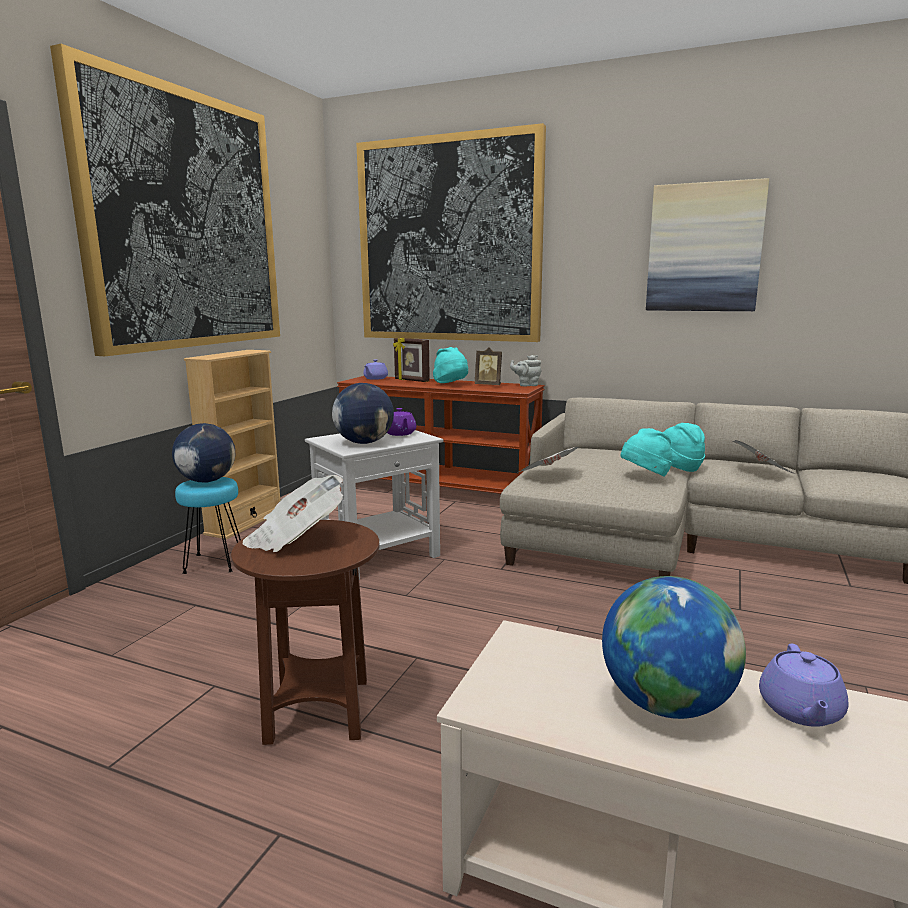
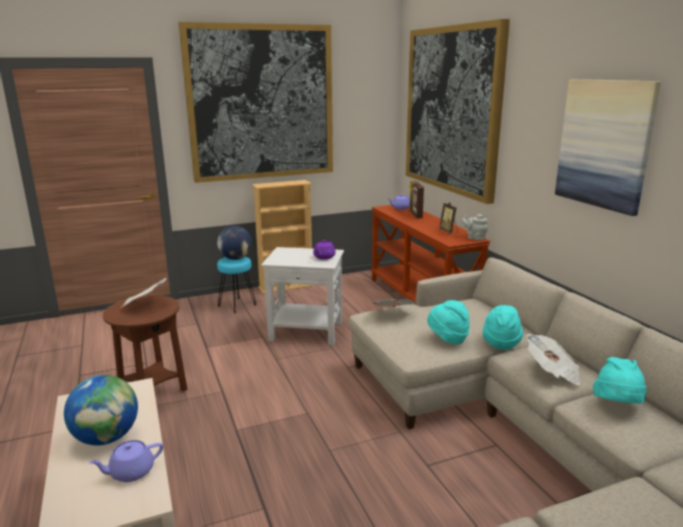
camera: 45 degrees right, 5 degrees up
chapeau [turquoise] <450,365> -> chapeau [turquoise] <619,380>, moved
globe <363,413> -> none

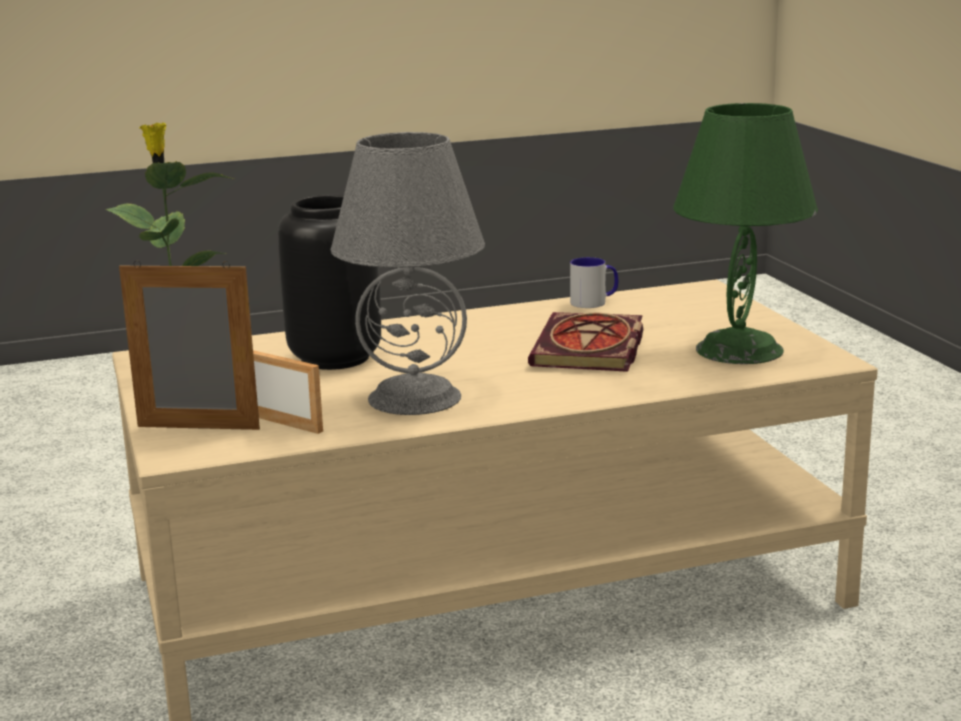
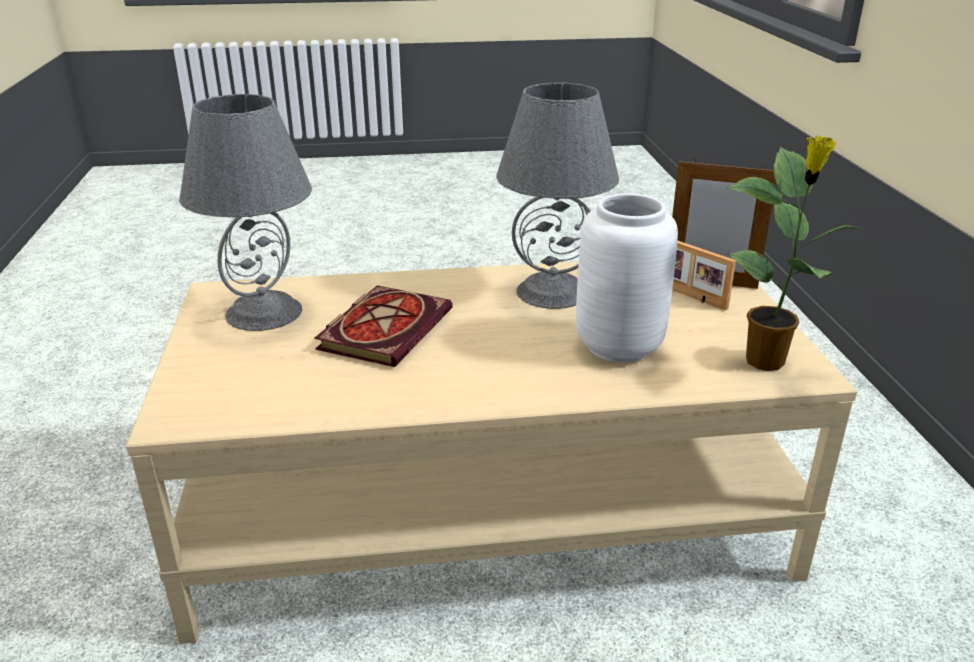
camera: 170 degrees left, 10 degrees up
lampe de table [vert] <745,233> -> lampe de table [gris] <245,212>
vase [noir] <329,282> -> vase [blanc] <627,278>
mug <594,282> -> none

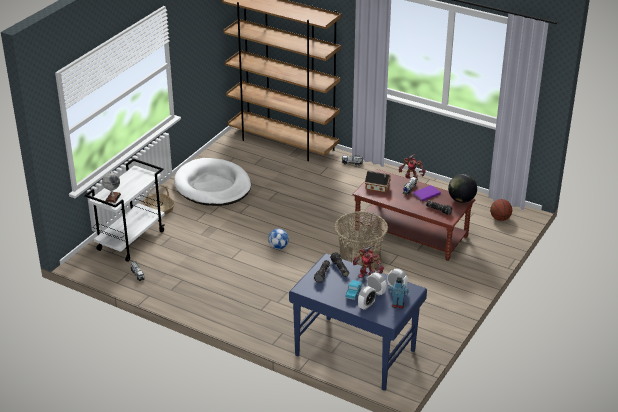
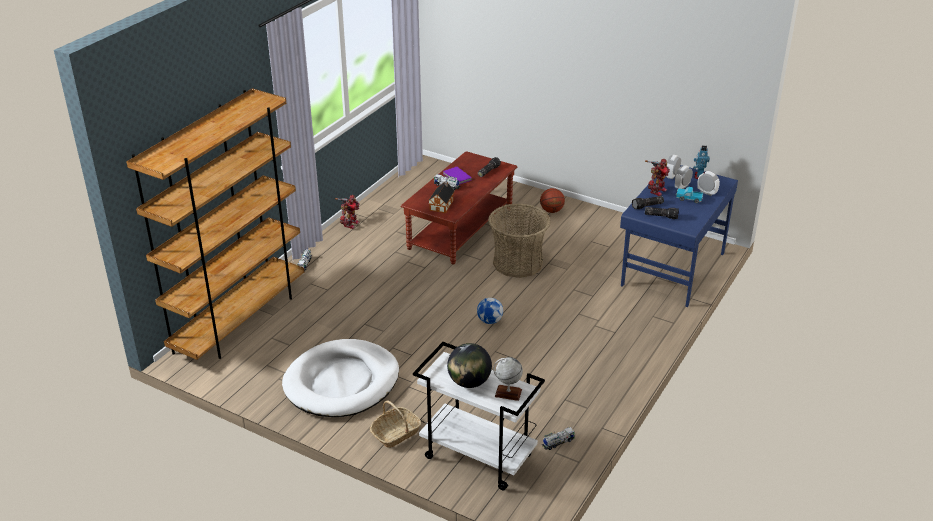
camera: 90 degrees left, 0 degrees up
globe <462,188> -> globe <469,365>, moved
ballon de basket <501,210> -> ballon de basket <552,200>, moved

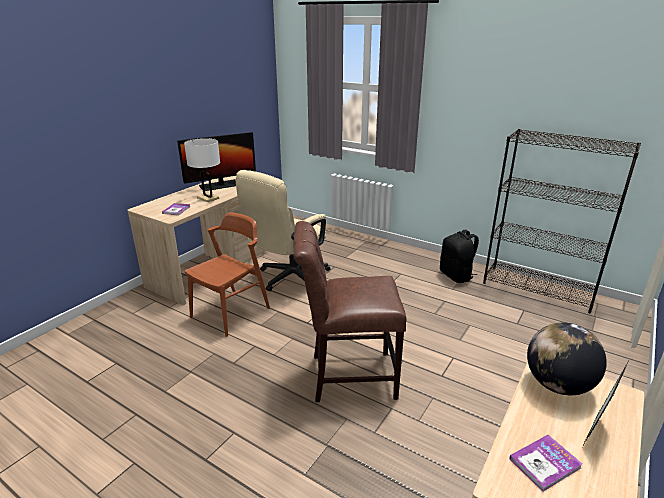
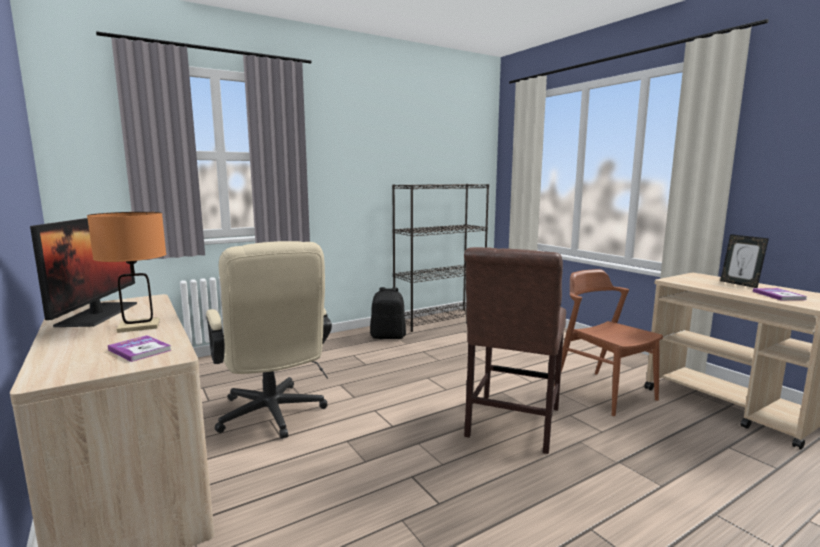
camera: 65 degrees left, 15 degrees down
lampe de table [blanc] <202,170> -> lampe de table [orange] <126,272>
chaise [marron] <227,274> -> chaise [marron] <608,342>, moved
globe <567,359> -> none

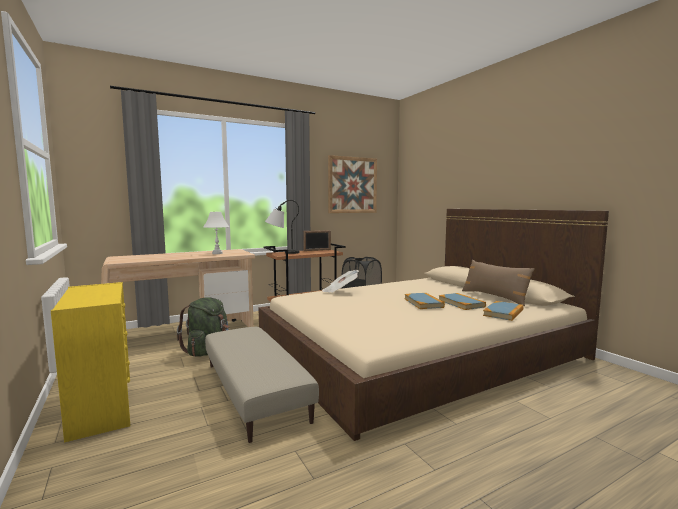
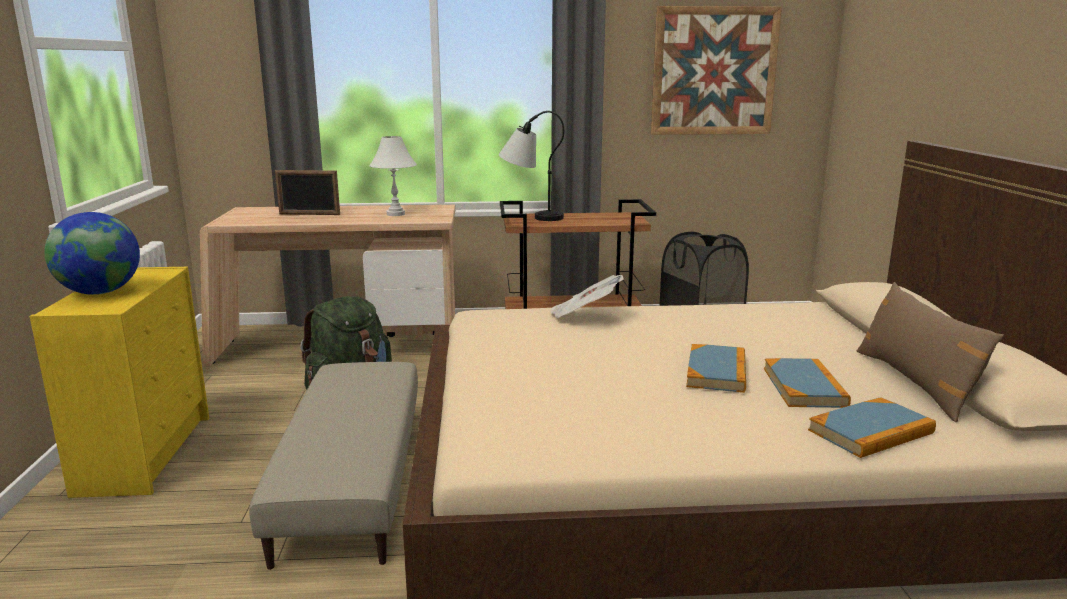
camera: 25 degrees right, 10 degrees up
none -> globe <92,253>
cadre photo <317,240> -> cadre photo <307,192>, moved

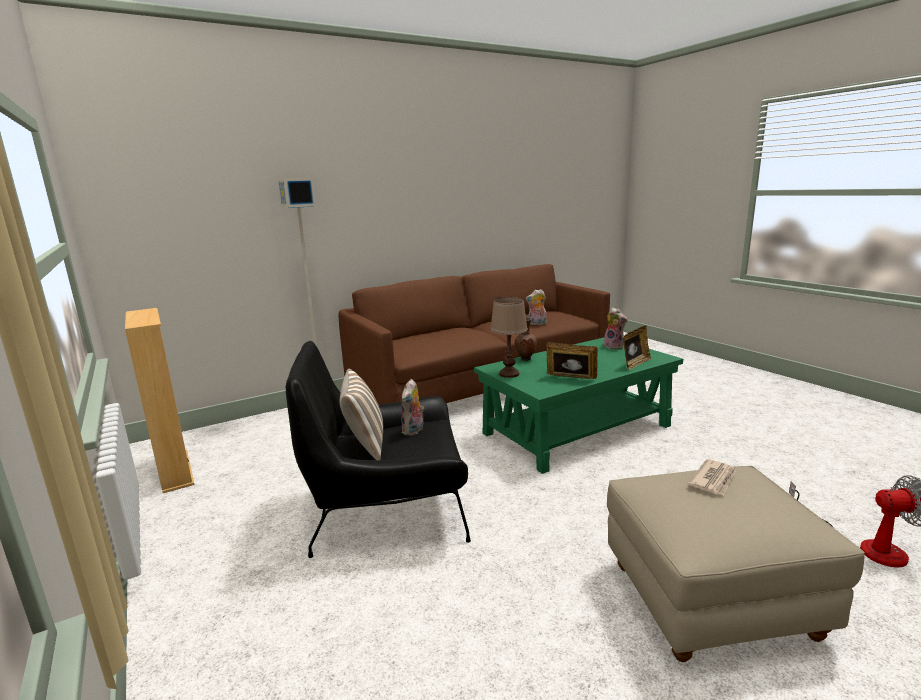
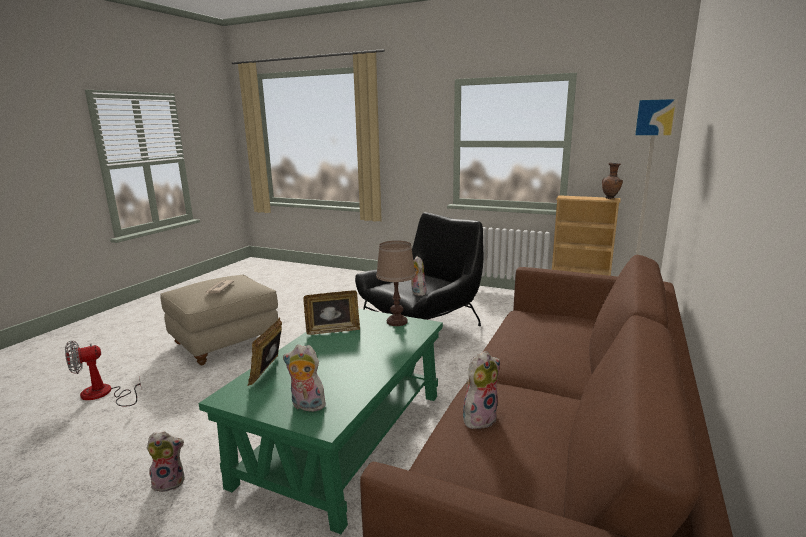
camera: 145 degrees right, 0 degrees up
none -> peluche <166,462>
vase [marron] <526,339> -> vase [marron] <612,181>, moved
coussin <361,414> -> none

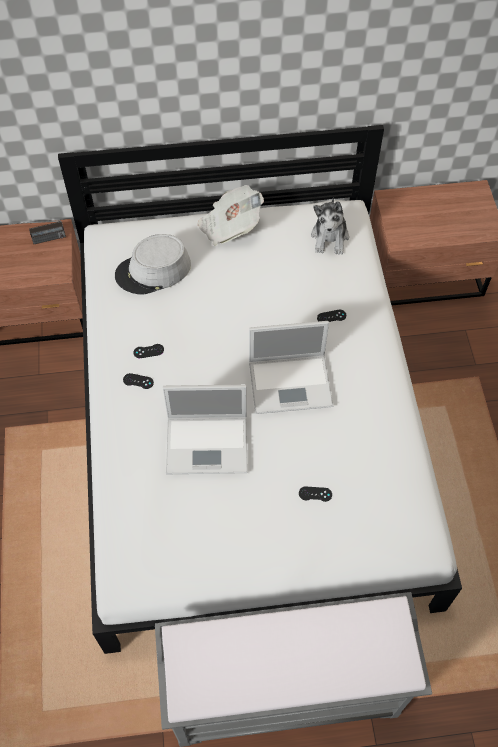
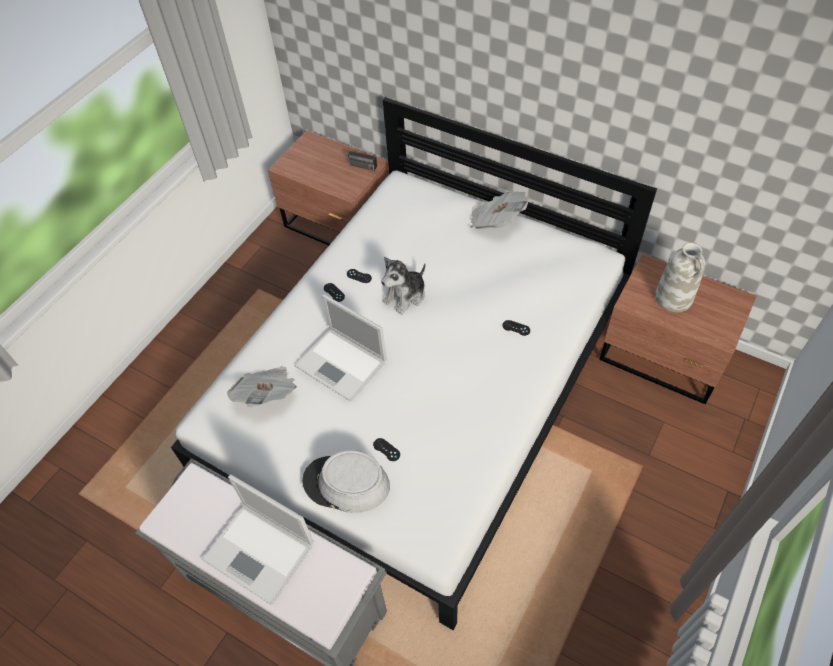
camera: 40 degrees right, 5 degrees down
ordinateur portable <291,367> -> ordinateur portable <258,539>, moved
none -> journal <262,386>
chapeau [gris] <153,264> -> chapeau [gris] <346,481>, moved
peluche <330,226> -> peluche <403,286>, moved
none -> vase [blanc] <680,277>

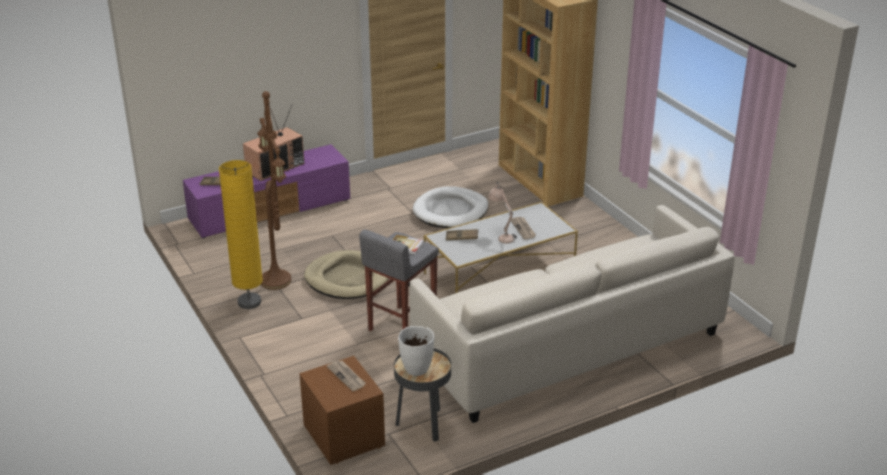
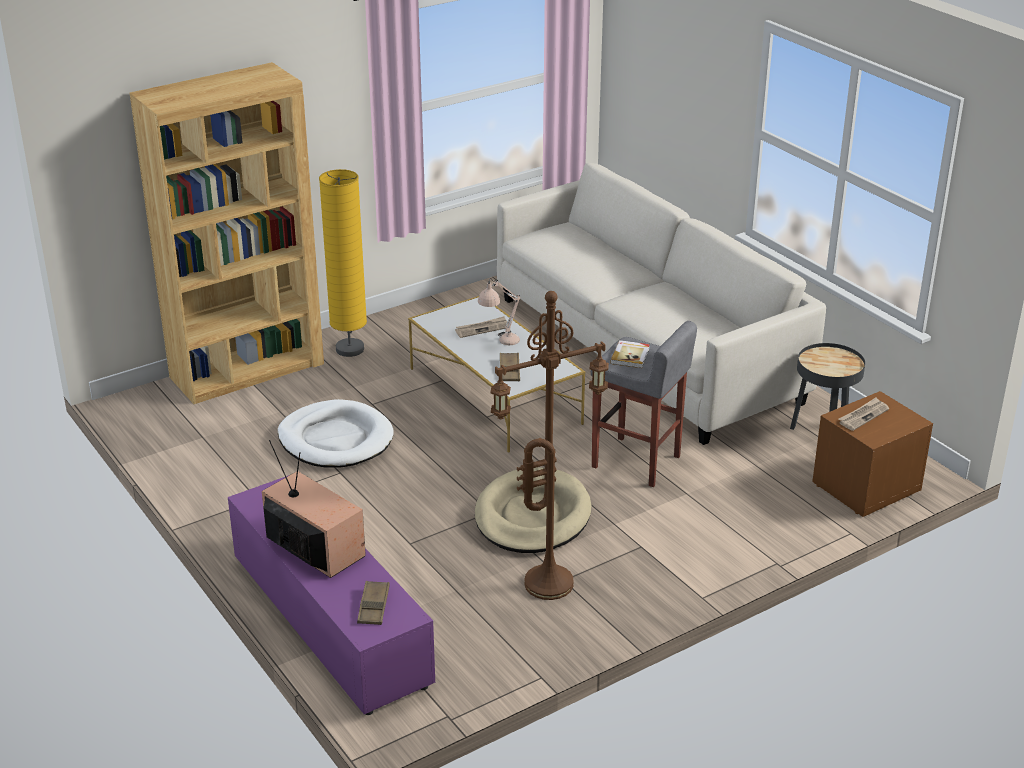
camera: 95 degrees left, 0 degrees up
lampadaire [jaune] <241,234> -> lampadaire [jaune] <343,263>, moved
vase [blanc] <416,351> -> none

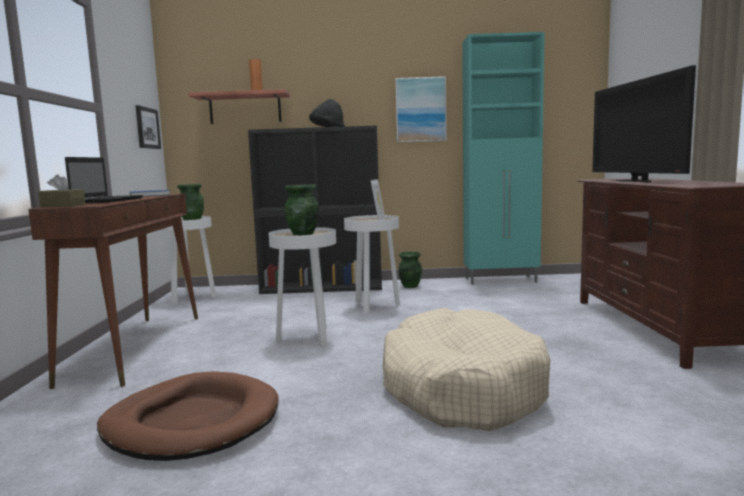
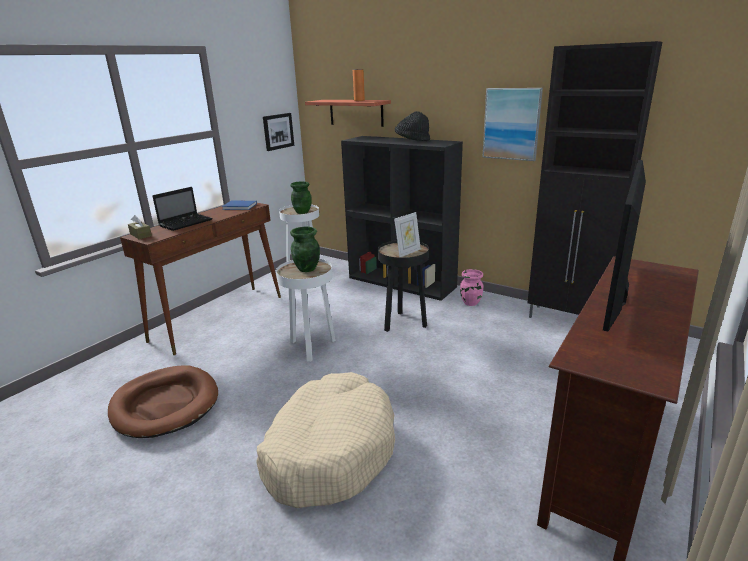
camera: 35 degrees right, 15 degrees up
table d'appoint [blanc] <372,264> -> table d'appoint [noir] <403,286>
vase [vert] <410,269> -> vase [rose] <471,287>
meuble de rangement [turquoise] <503,158> -> meuble de rangement [noir] <594,179>

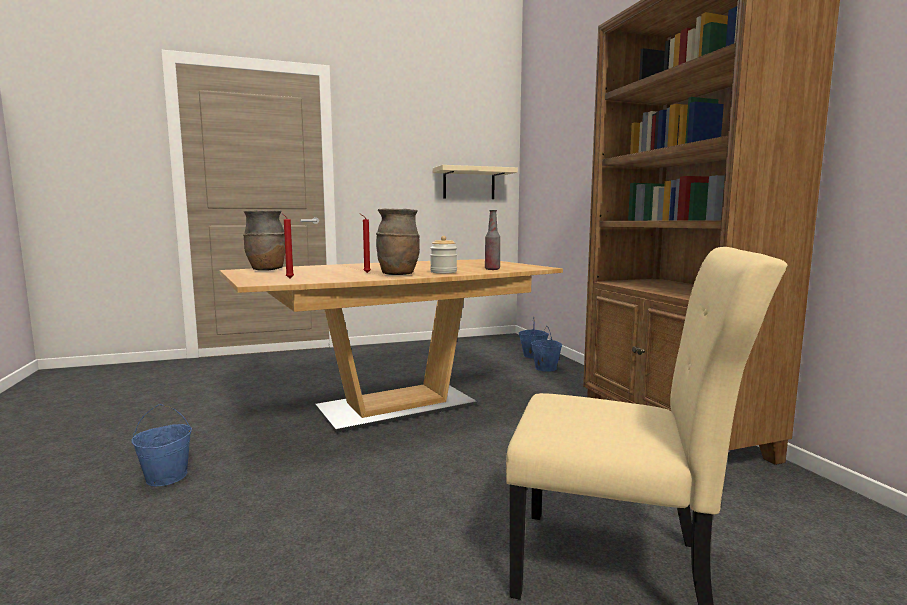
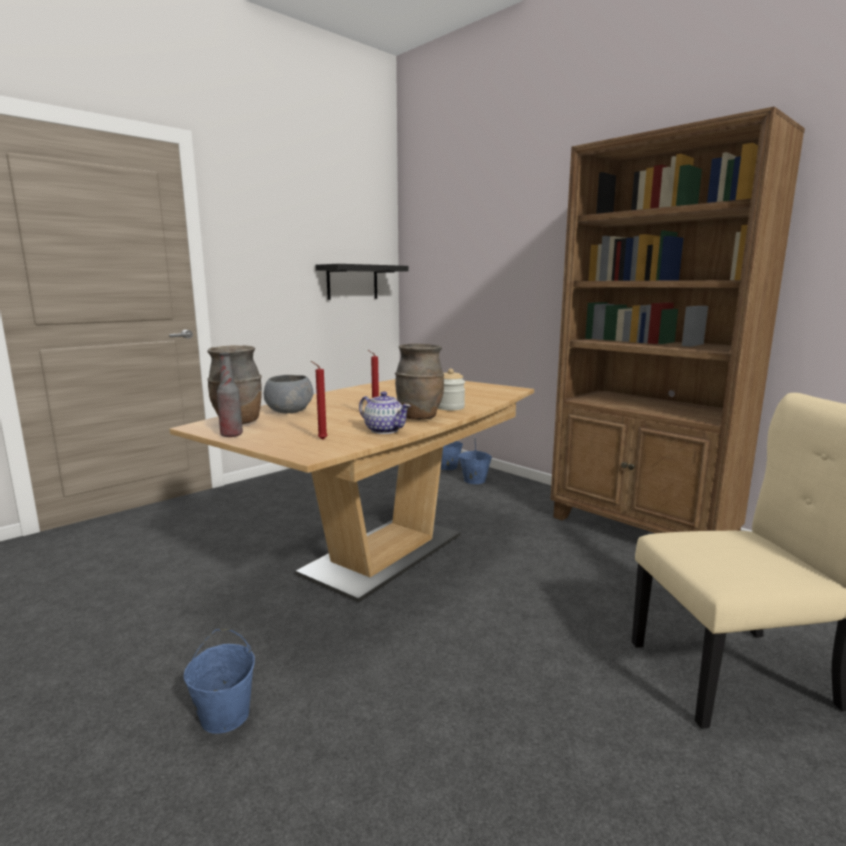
camera: 25 degrees left, 5 degrees up
bouteille <492,240> -> bouteille <230,395>, moved
none -> bol [gris] <289,394>
étagère [beige] <475,182> -> étagère [noir] <361,282>
none -> théière <385,412>

